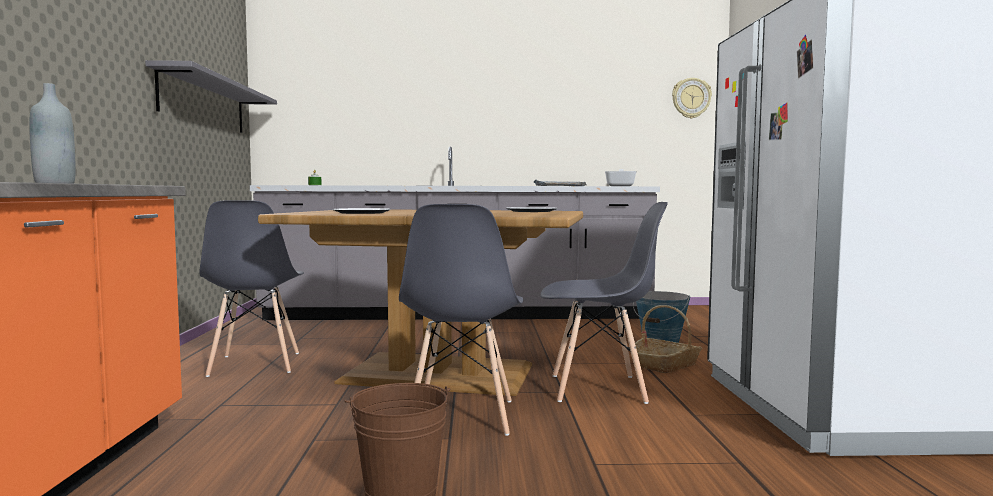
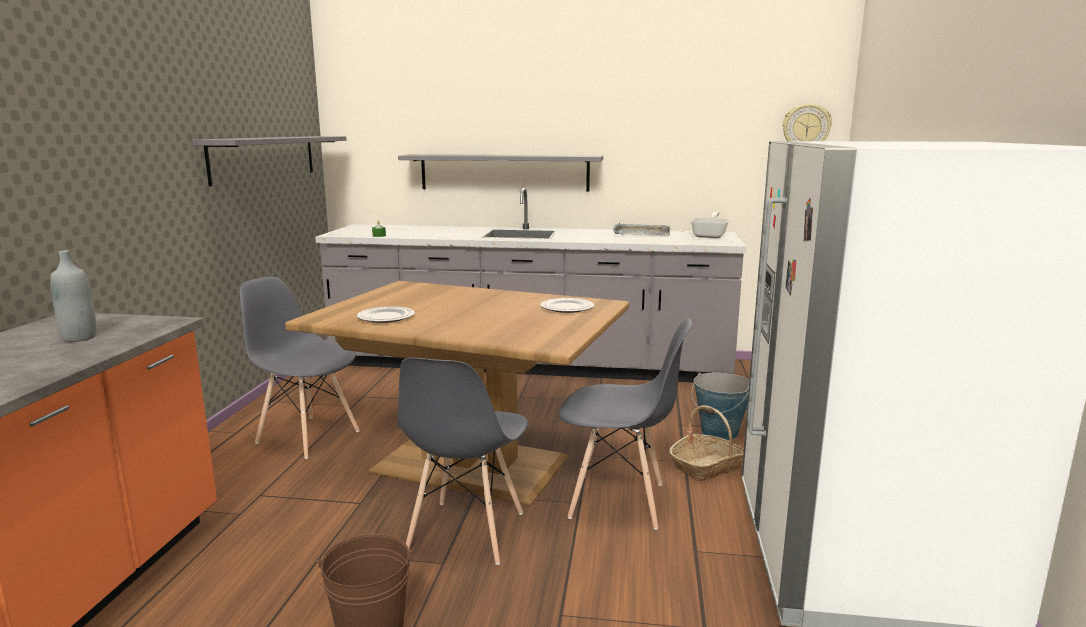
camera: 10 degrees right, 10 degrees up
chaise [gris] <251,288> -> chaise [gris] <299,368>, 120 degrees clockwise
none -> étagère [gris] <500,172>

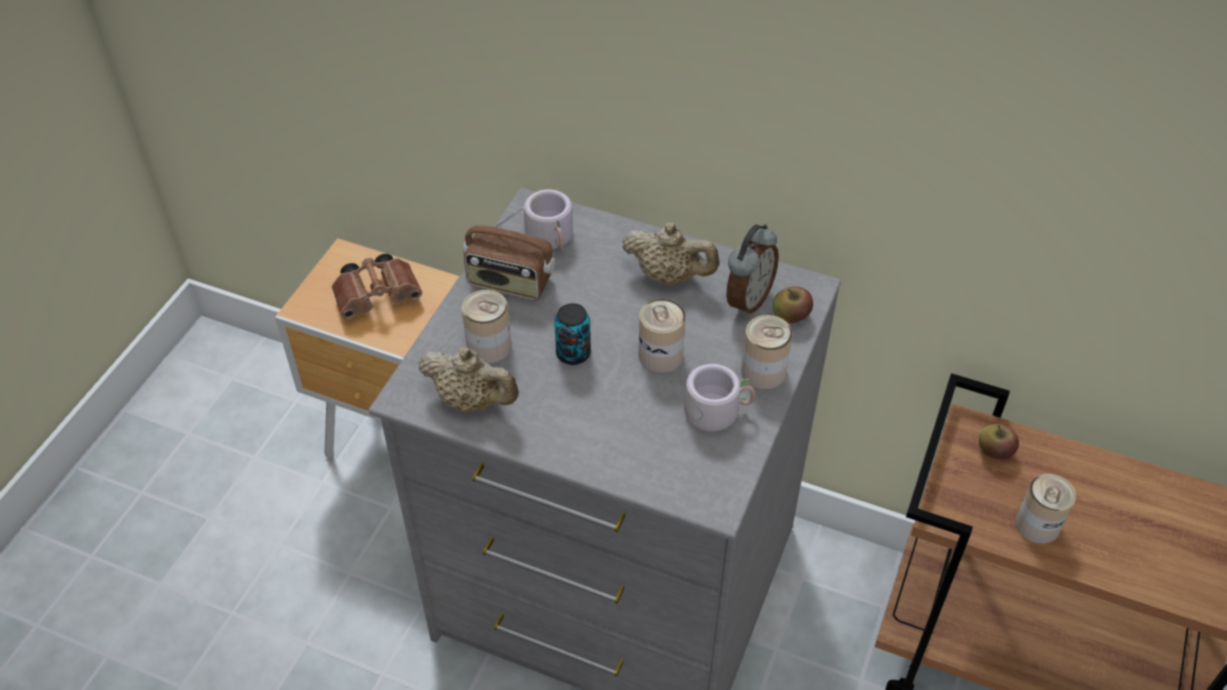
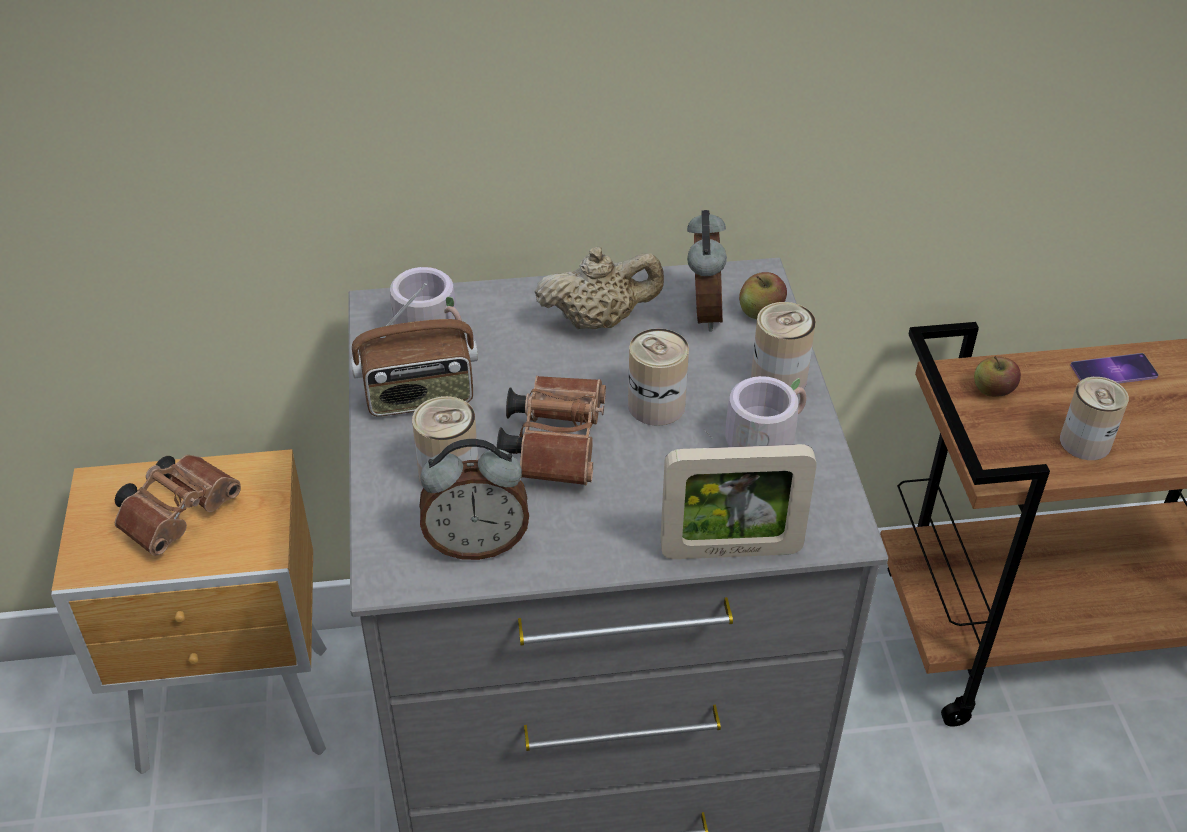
camera: 30 degrees left, 5 degrees down
théière [beige] <468,380> -> réveil <474,499>
boîte métallique <572,334> -> jumelles [marron] <551,430>
none -> cadre photo <738,501>
none -> téléphone <1114,368>

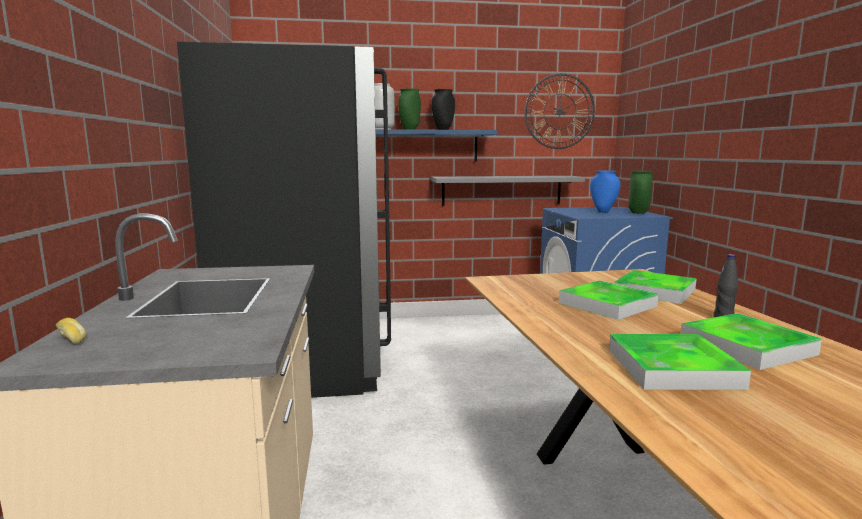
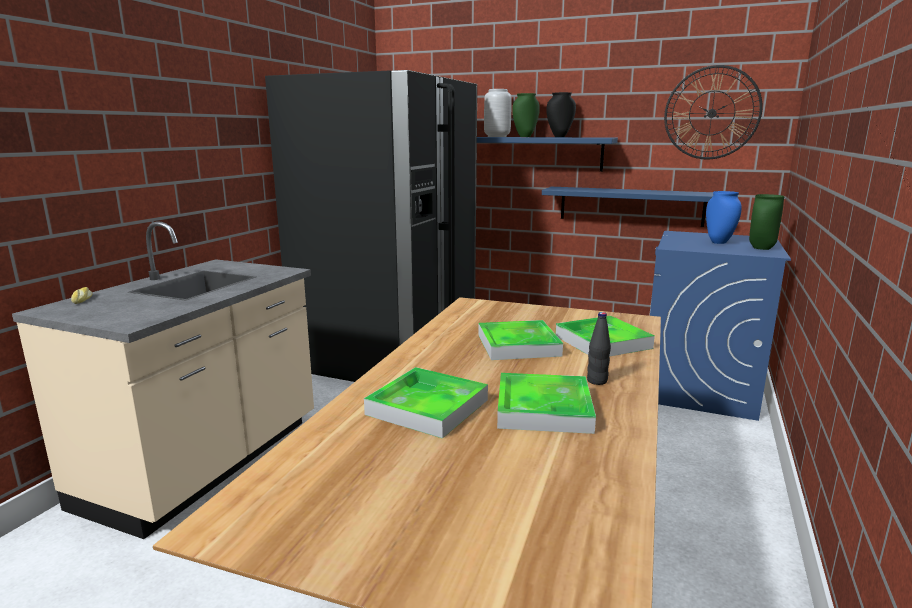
camera: 30 degrees right, 5 degrees up
étagère [gris] <508,191> -> étagère [bleu] <627,207>

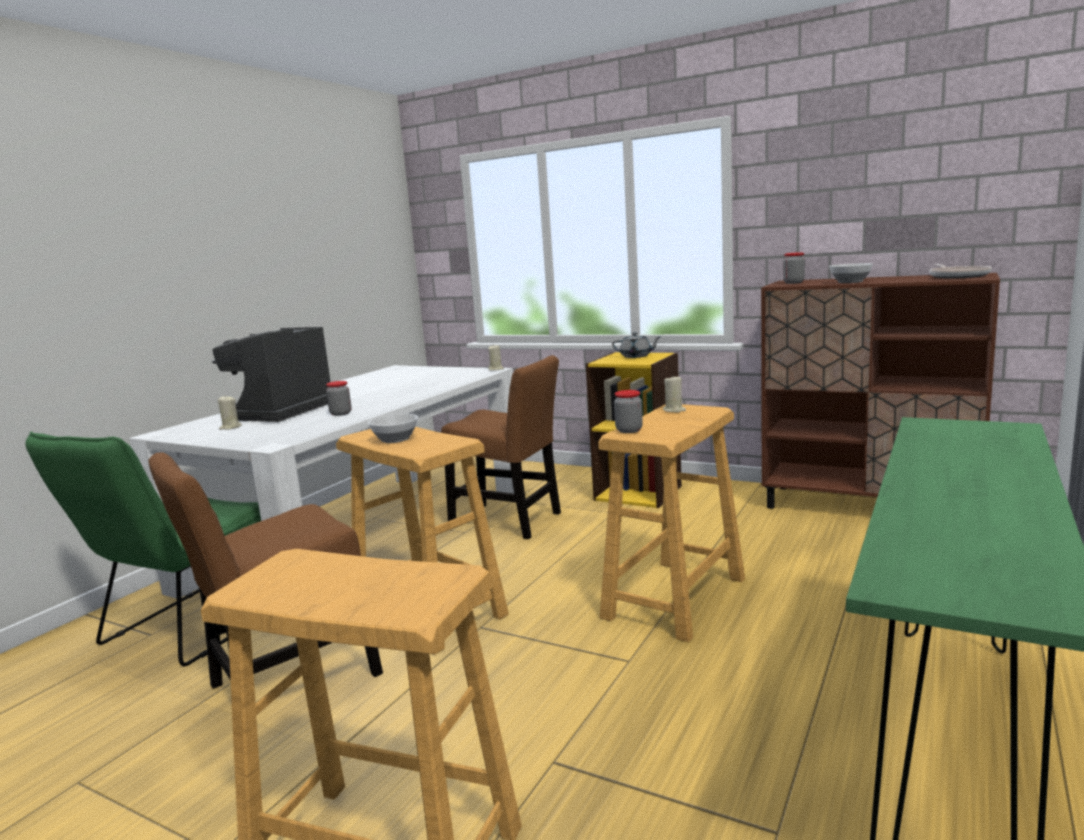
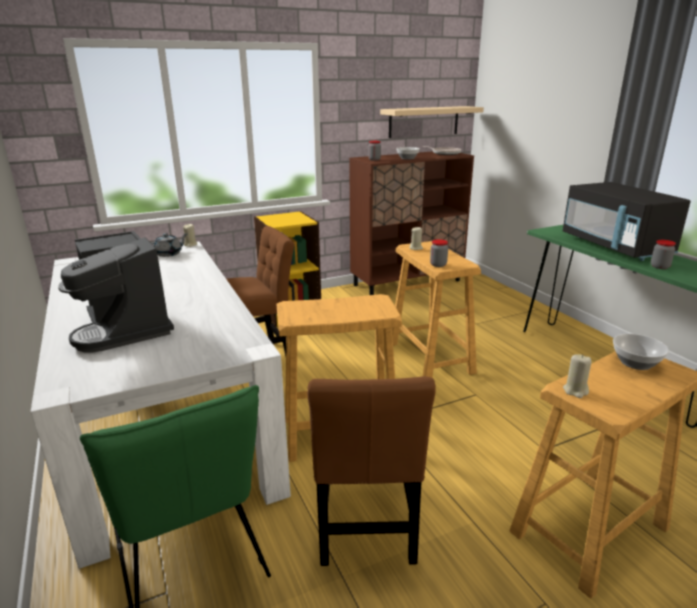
camera: 55 degrees left, 10 degrees up
théière [gris] <637,345> -> théière [gris] <169,245>, moved
none -> étagère [beige] <432,122>
none -> micro-ondes [noir] <627,221>
bougie [beige] <230,412> -> bougie [beige] <577,376>, moved
bol <393,428> -> bol <641,352>, moved
bocal <339,398> -> bocal <663,254>, moved

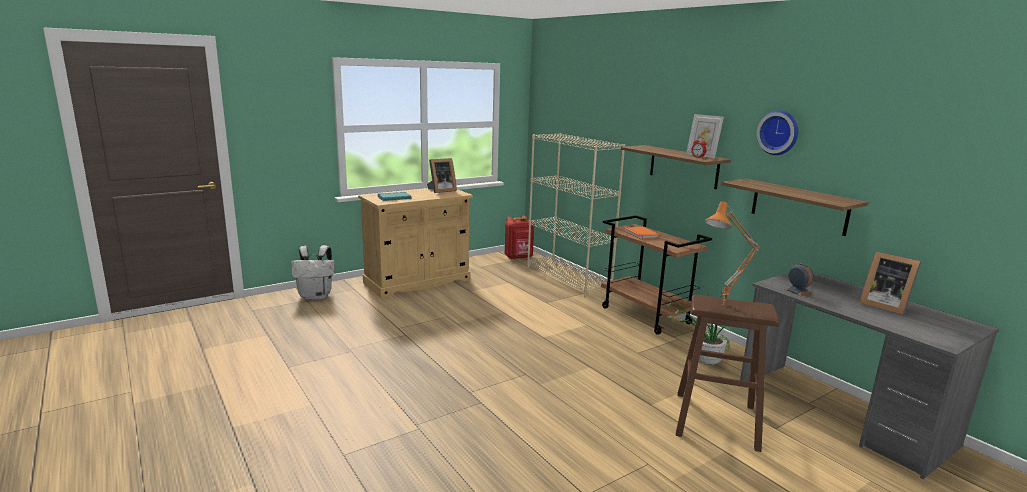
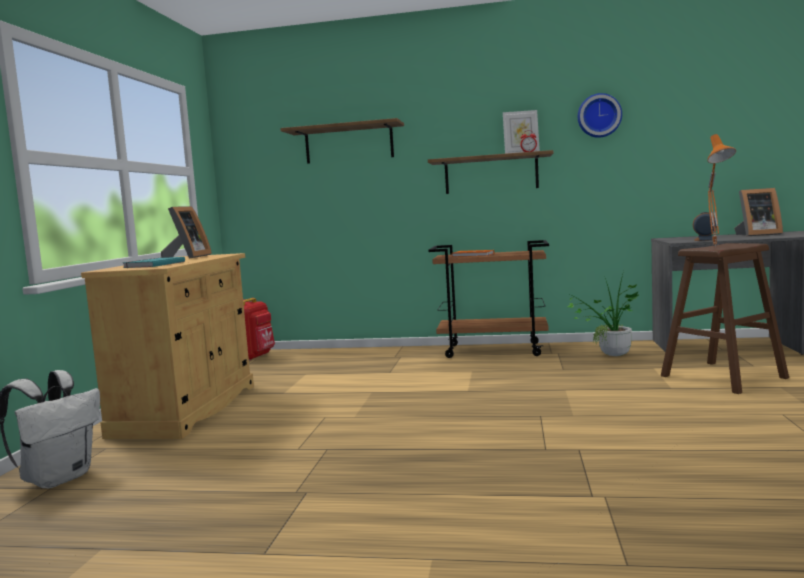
camera: 45 degrees left, 10 degrees down
étagère <794,207> -> étagère <342,141>, moved
bibliothèque [beige] <576,215> -> none

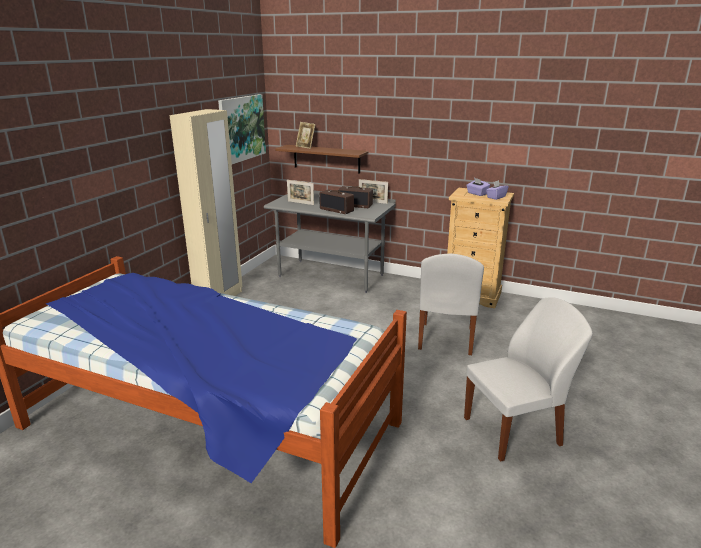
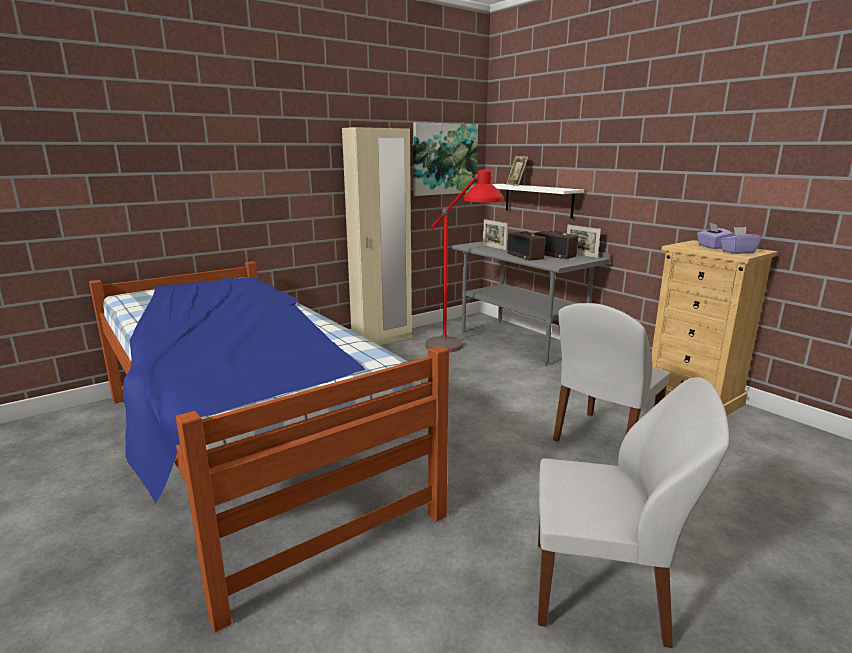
camera: 30 degrees right, 5 degrees down
none -> lampadaire [rouge] <464,260>
étagère [marron] <321,159> -> étagère [blanc] <538,201>

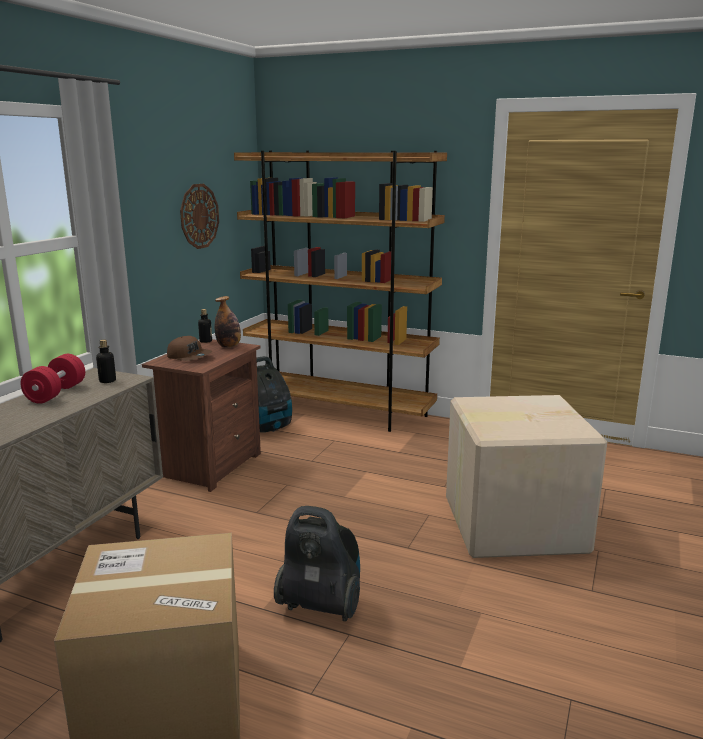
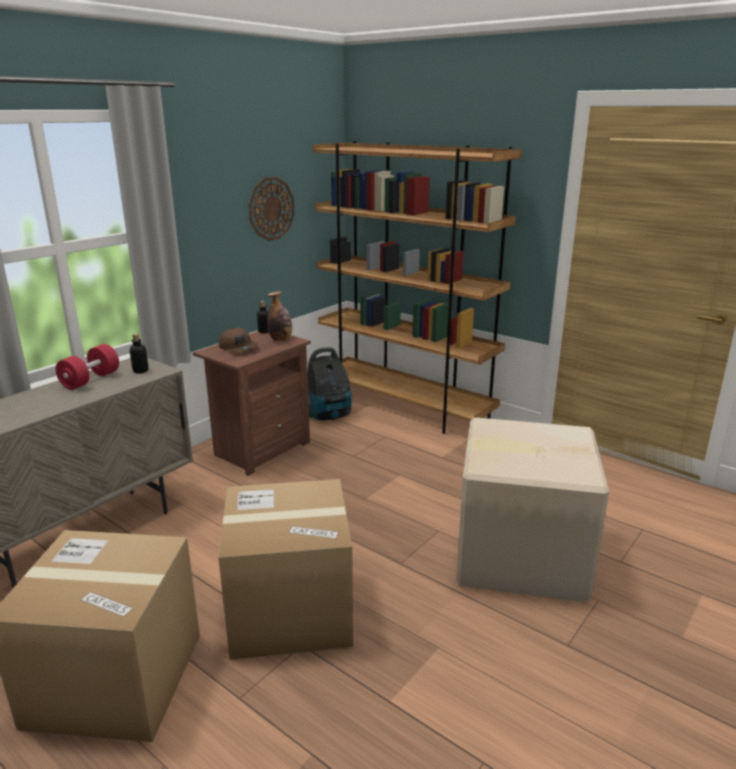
camera: 15 degrees right, 5 degrees up
aspirateur <317,563> -> carton <285,569>

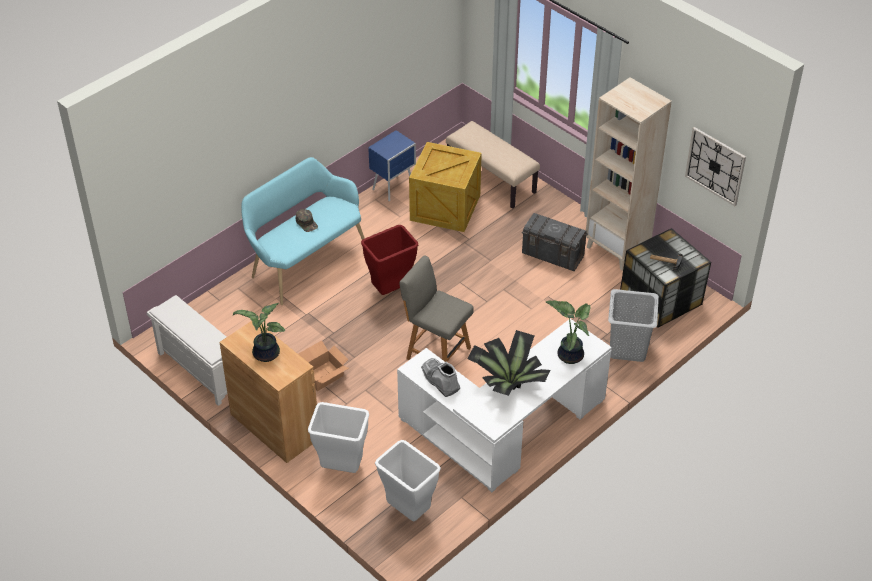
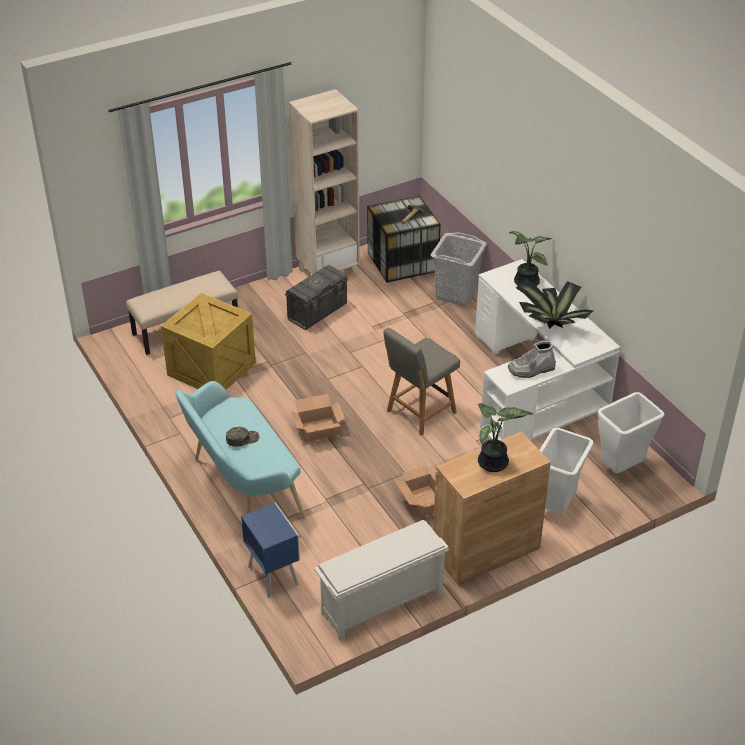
camera: 75 degrees left, 5 degrees down
table de chevet [bleu] <392,166> -> table de chevet [bleu] <270,549>, moved
poubelle [rouge] <389,260> -> carton <318,418>
horloge murale <715,166> -> none

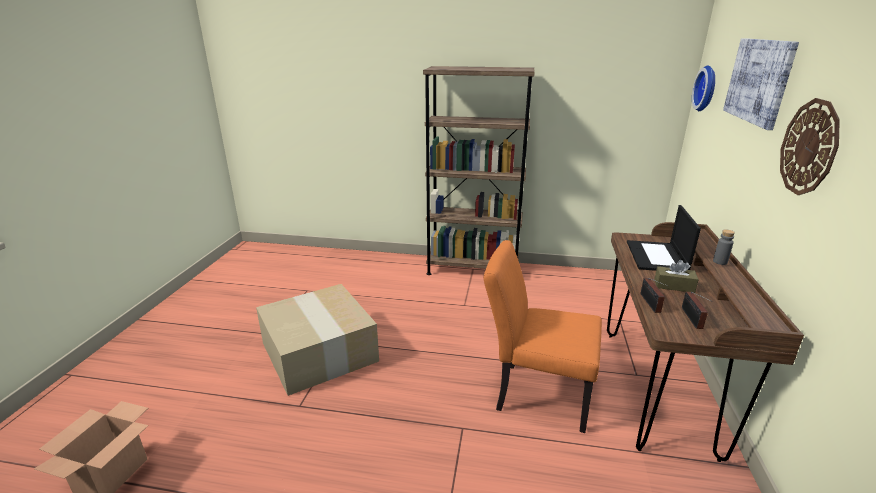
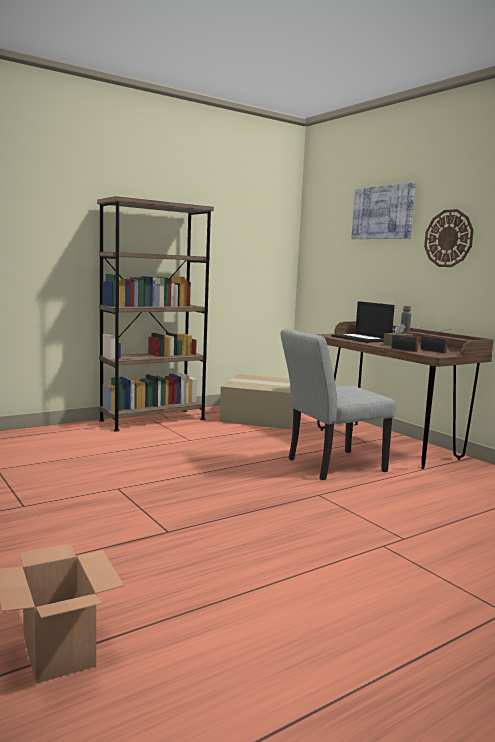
camera: 45 degrees left, 15 degrees down
carton <317,340> -> carton <260,402>, moved
chaise [orange] <543,336> -> chaise [gris] <338,404>
horloge murale <703,88> -> none

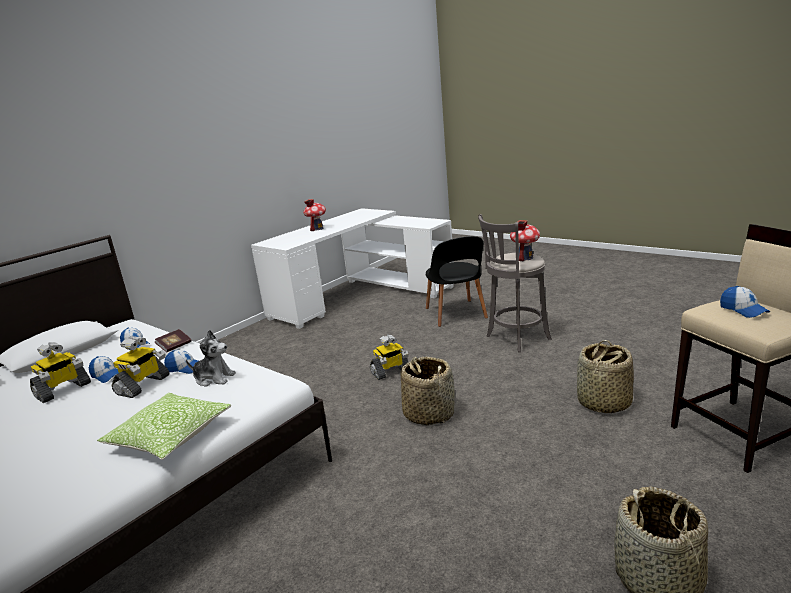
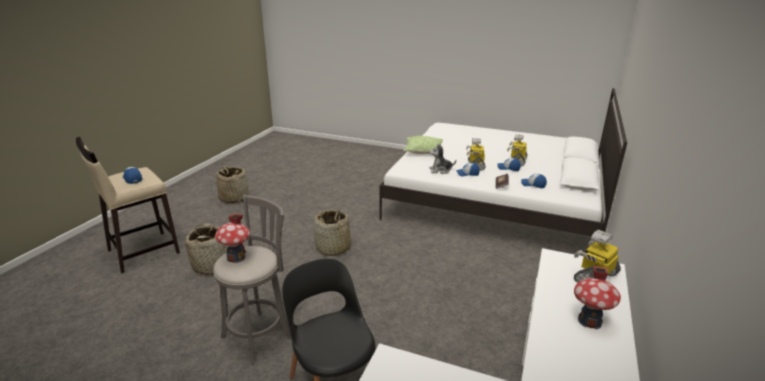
camera: 160 degrees right, 5 degrees up
robot jouet <389,357> -> robot jouet <597,256>, moved

